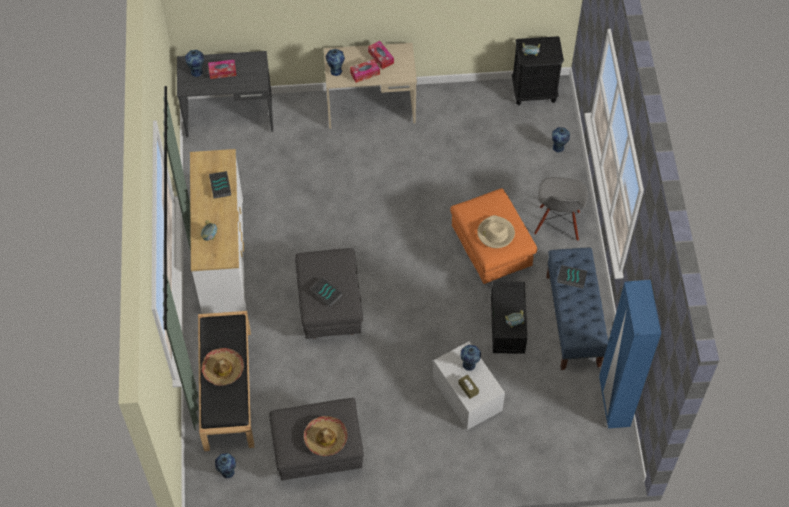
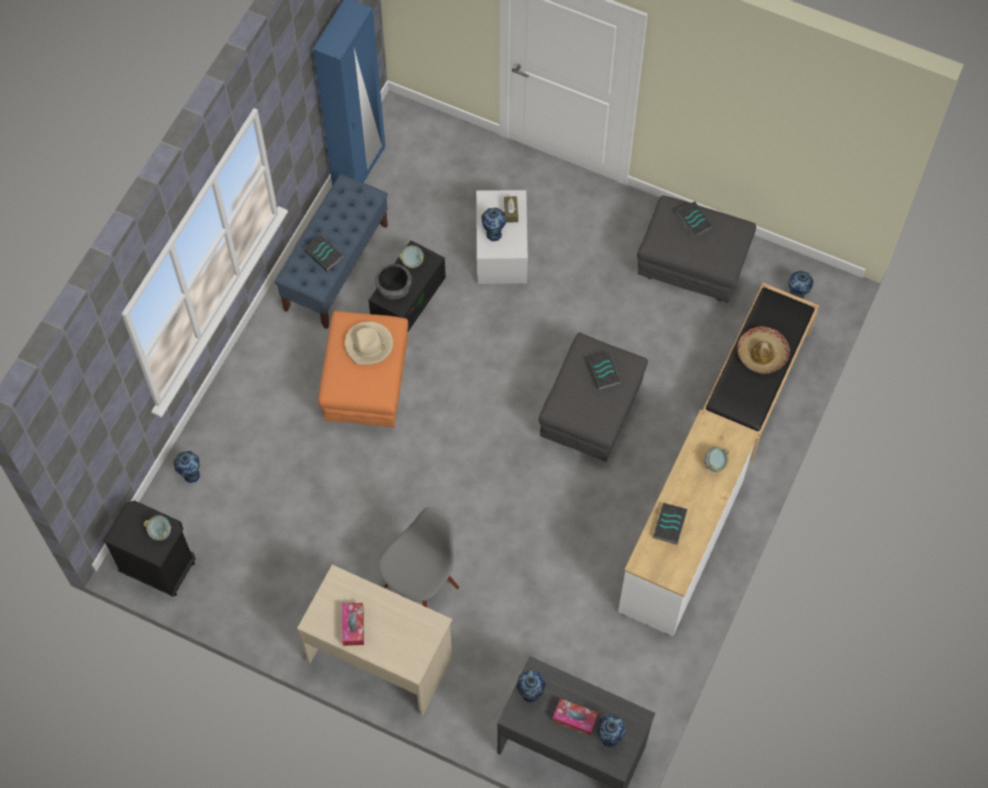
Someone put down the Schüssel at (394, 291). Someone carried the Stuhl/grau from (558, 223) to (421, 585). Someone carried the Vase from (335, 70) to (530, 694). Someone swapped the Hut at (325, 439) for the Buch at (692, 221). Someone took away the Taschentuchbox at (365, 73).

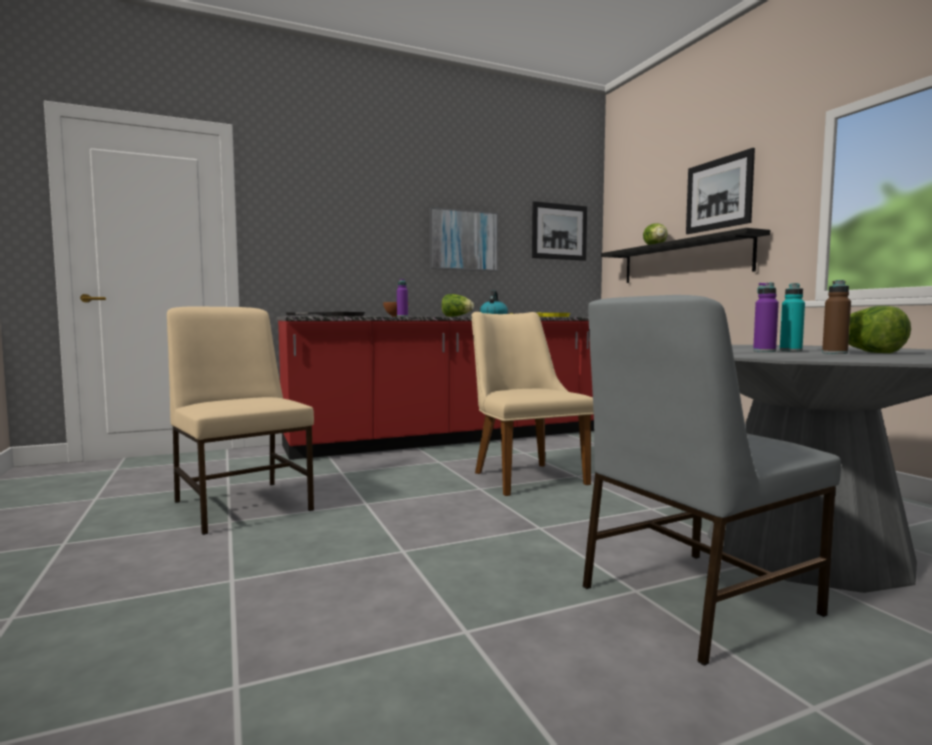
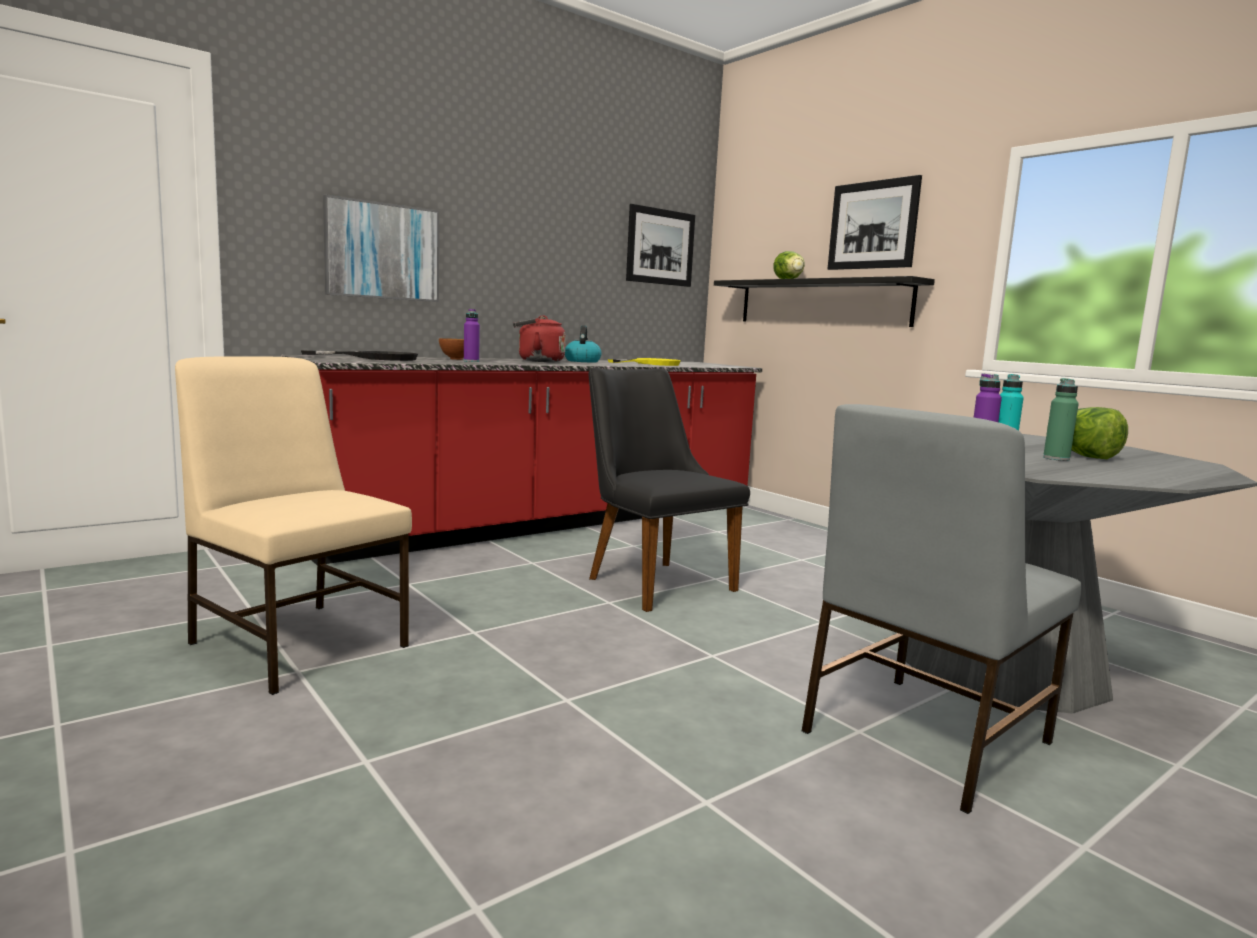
Someone carried the Bild from (463, 240) to (382, 251). Someone swapped the Salatkopf at (456, 316) for the Wasserkessel/rot at (537, 361). Someone repainted the Stuhl/beige at (523, 475), which became the Stuhl/schwarz at (651, 580). Someone repainted the Flasche/braun at (834, 353), which became the Flasche/grün at (1056, 458).

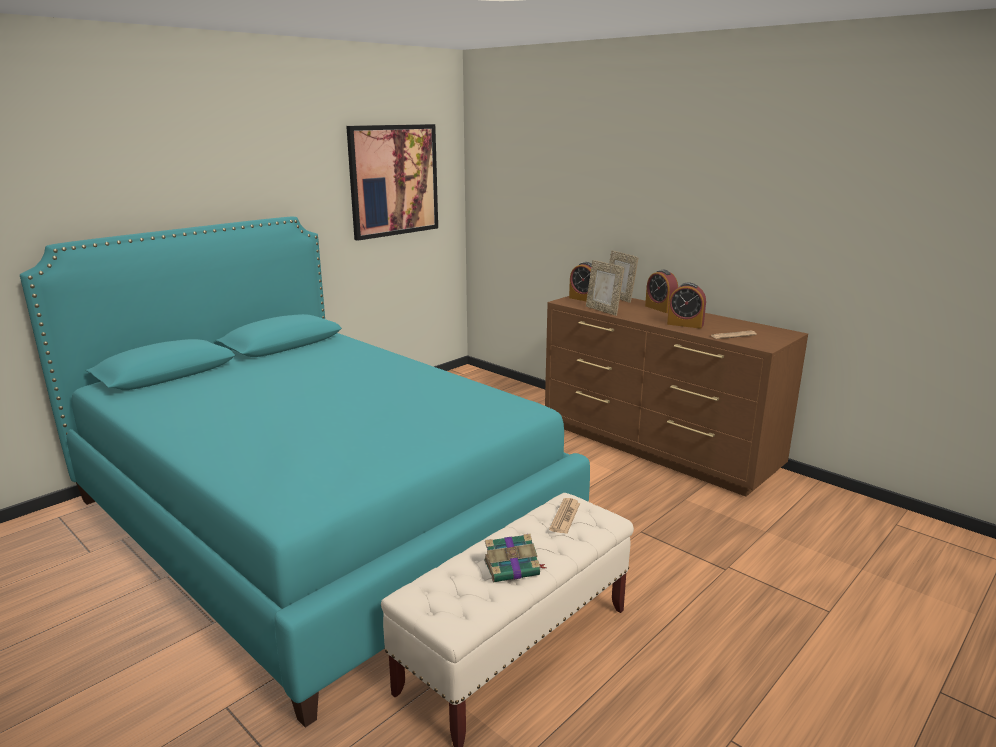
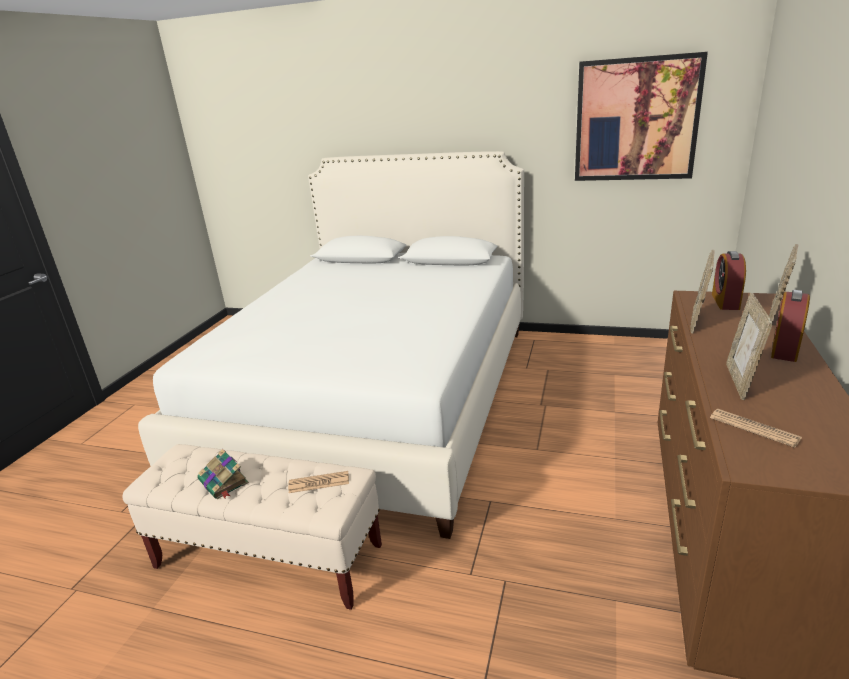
Someone repainted the Bett/türkis at (318, 518), which became the Bett/weiß at (377, 397). Someone swapped the Wecker at (685, 324) for the Bilderrahmen at (740, 381).

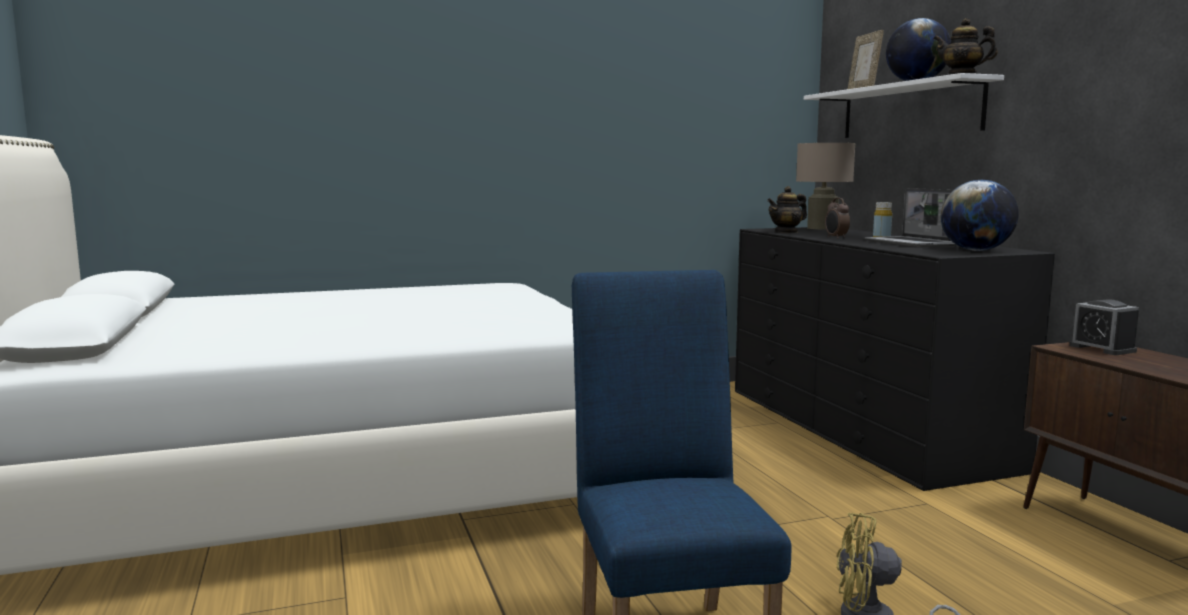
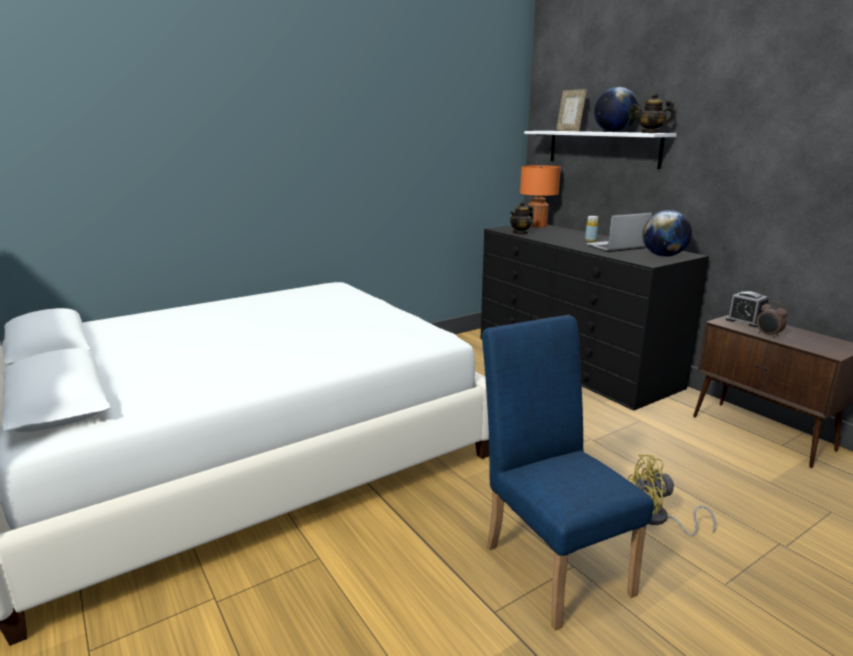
Someone repainted the Tischlampe/beige at (822, 228), which became the Tischlampe/orange at (537, 225). Someone rotated the Laptop at (912, 243) by 105 degrees clockwise. Someone carried the Wecker from (835, 237) to (768, 335).

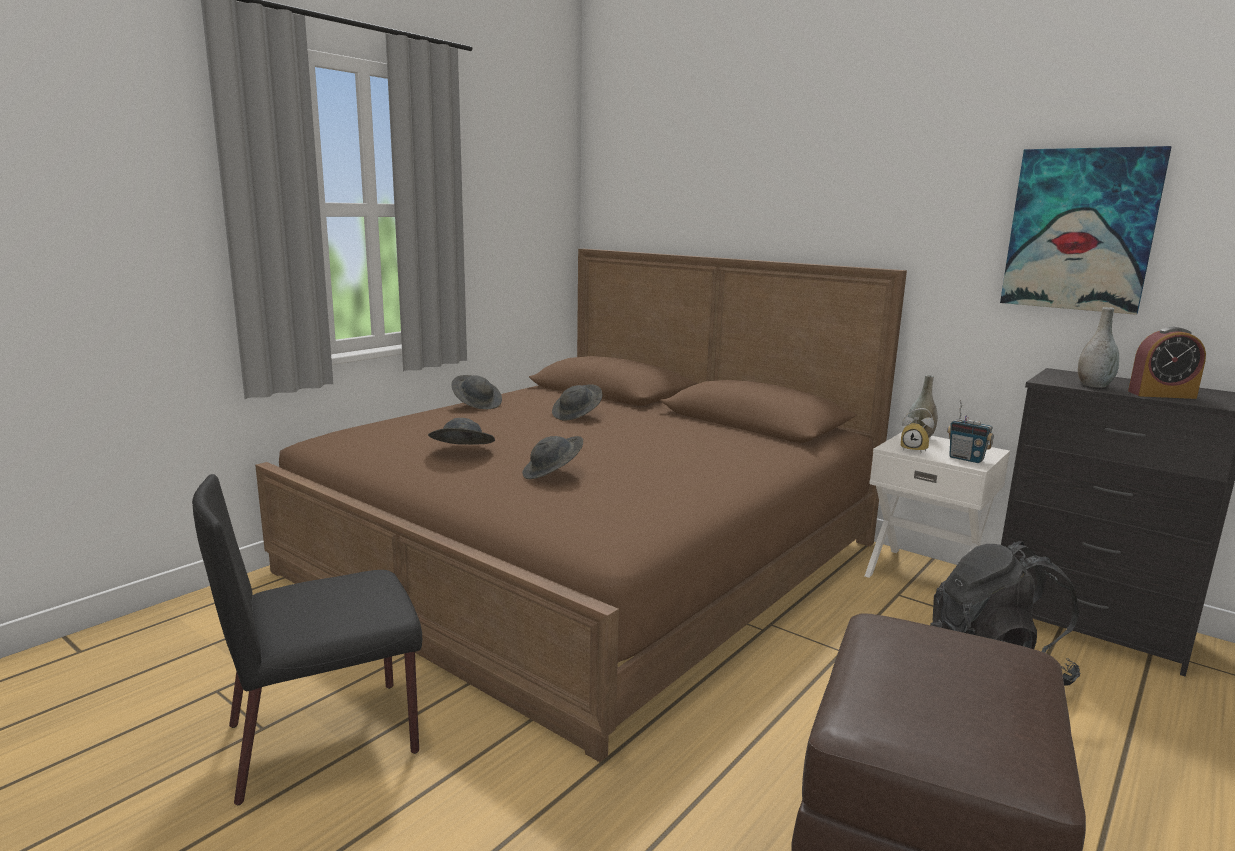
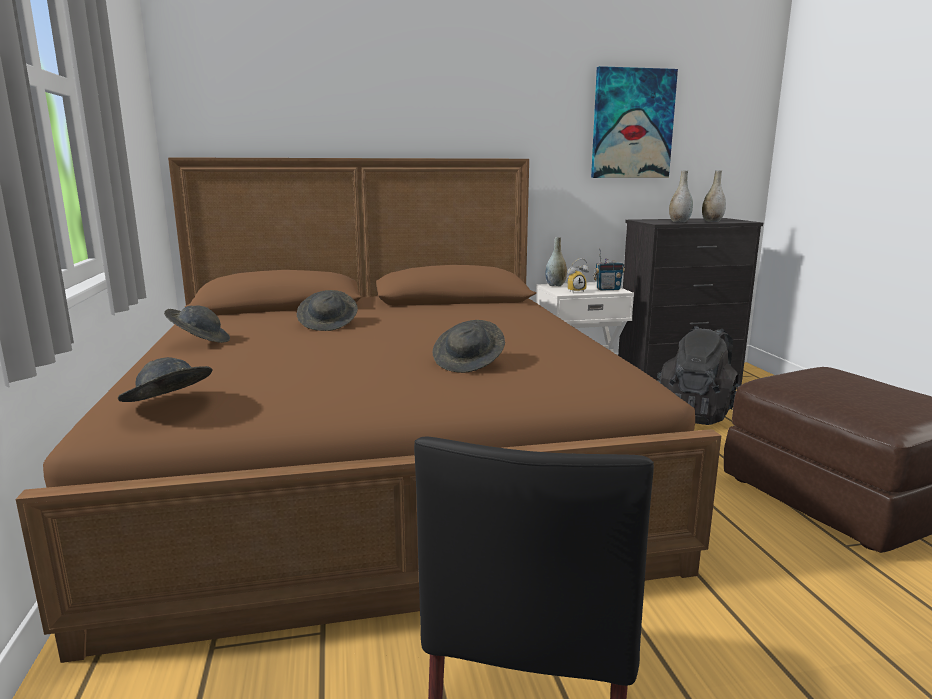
Someone carried the Hut/grau from (461, 452) to (169, 405). Someone swapped the Wecker at (1161, 394) for the Vase/grau at (712, 221).

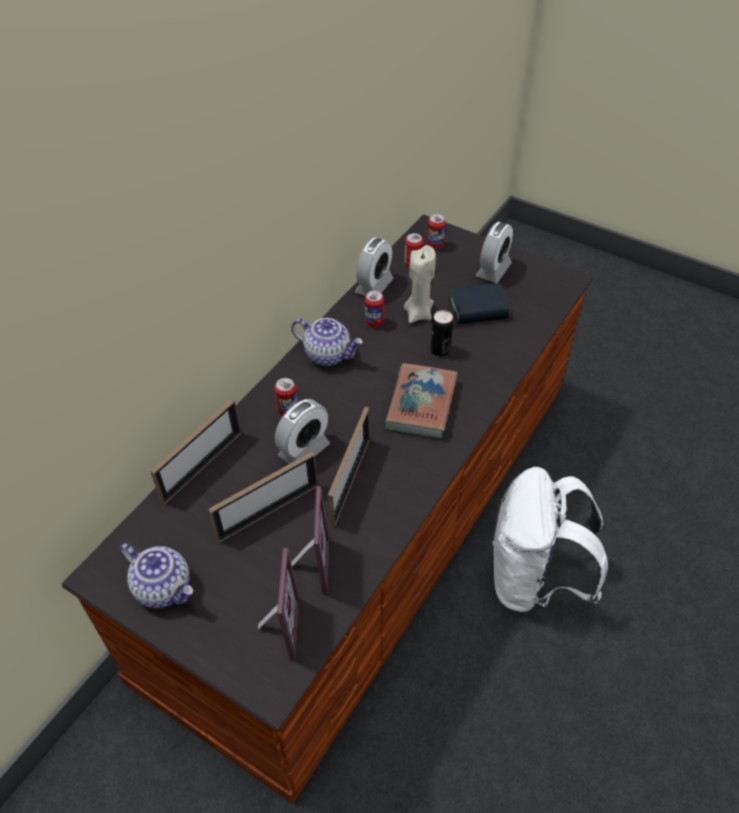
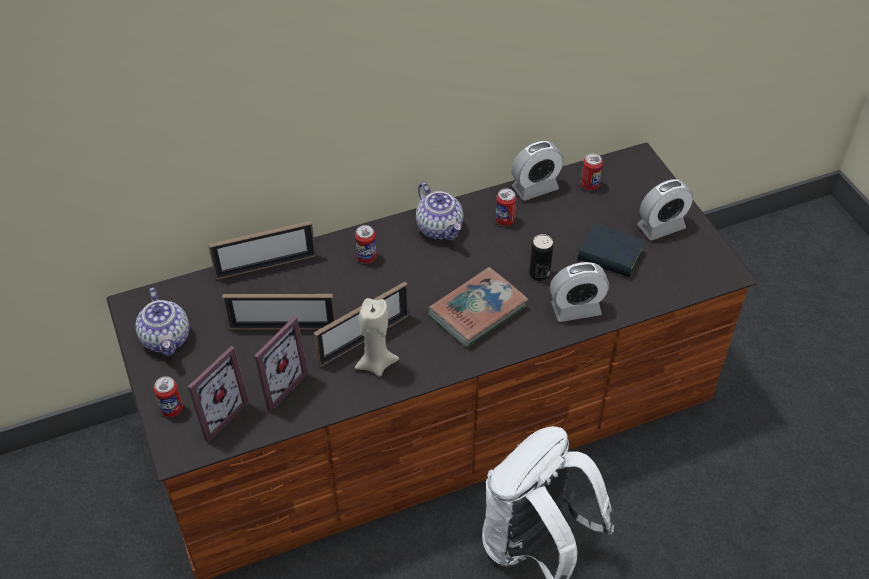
Someone carried the Dose from (435, 245) to (172, 409). Someone carried the Kerze/beige from (418, 314) to (376, 363). Someone carried the Wecker from (304, 450) to (576, 309).

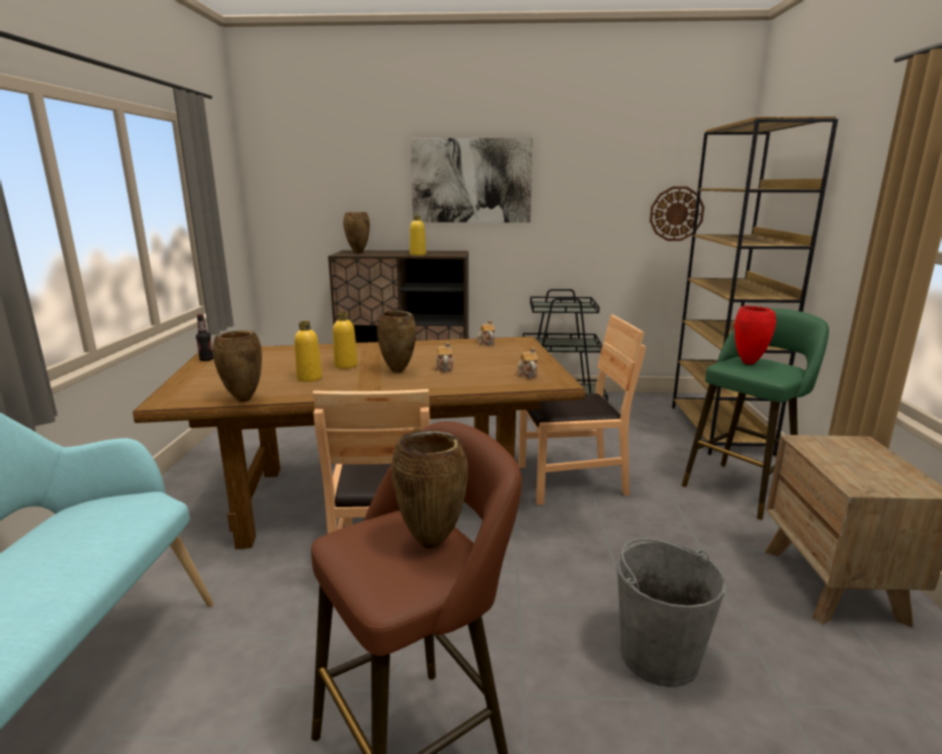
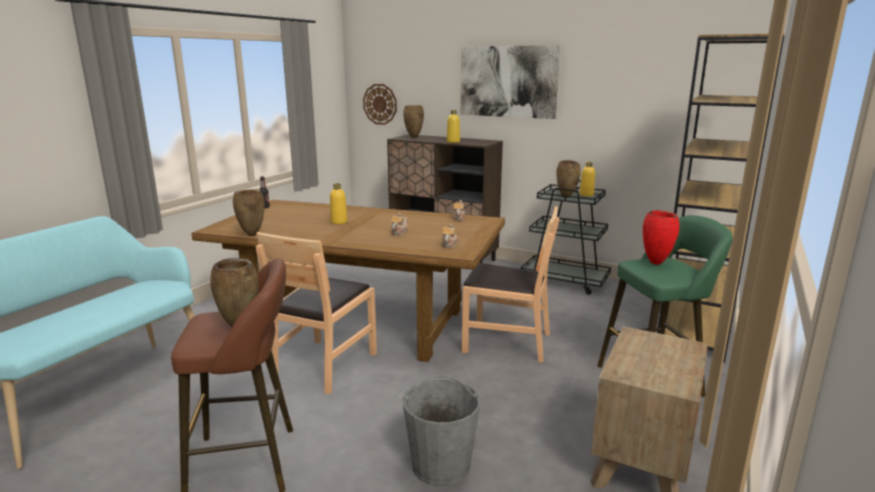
Someone carried the Wanduhr from (676, 214) to (380, 104). Someone carried the Vase/braun from (399, 371) to (567, 197). Someone carried the Flasche/gelb from (309, 378) to (586, 195).

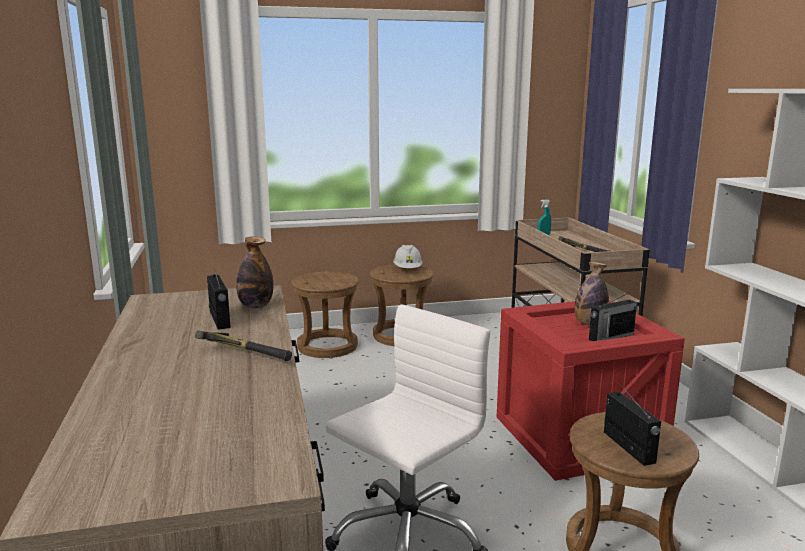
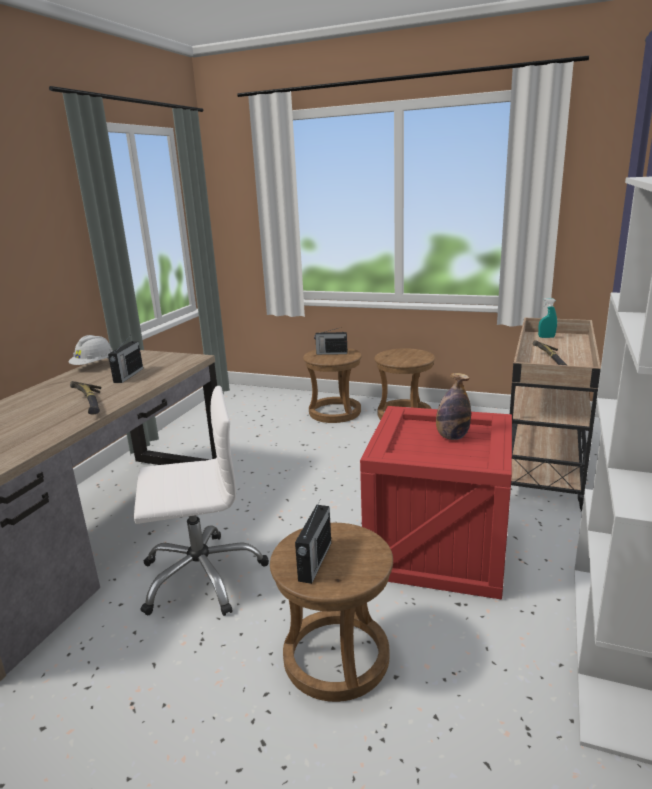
Someone carried the Schutzhelm/weiß from (408, 270) to (94, 366). Someone carried the Radio from (610, 337) to (331, 353). Someone took away the Flasche at (256, 306).

